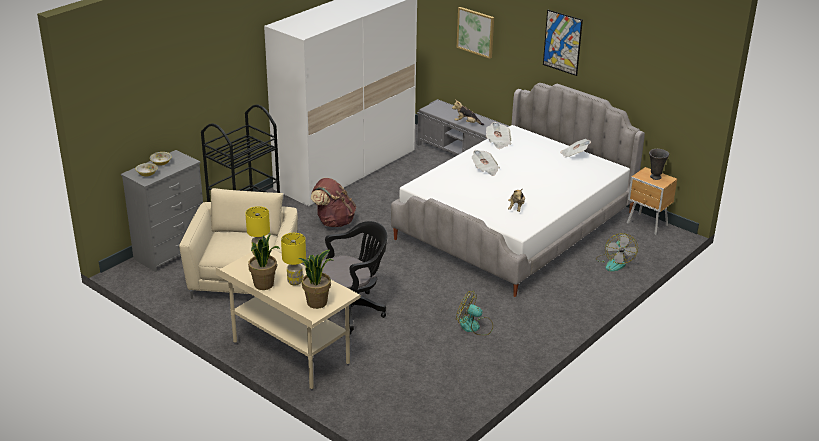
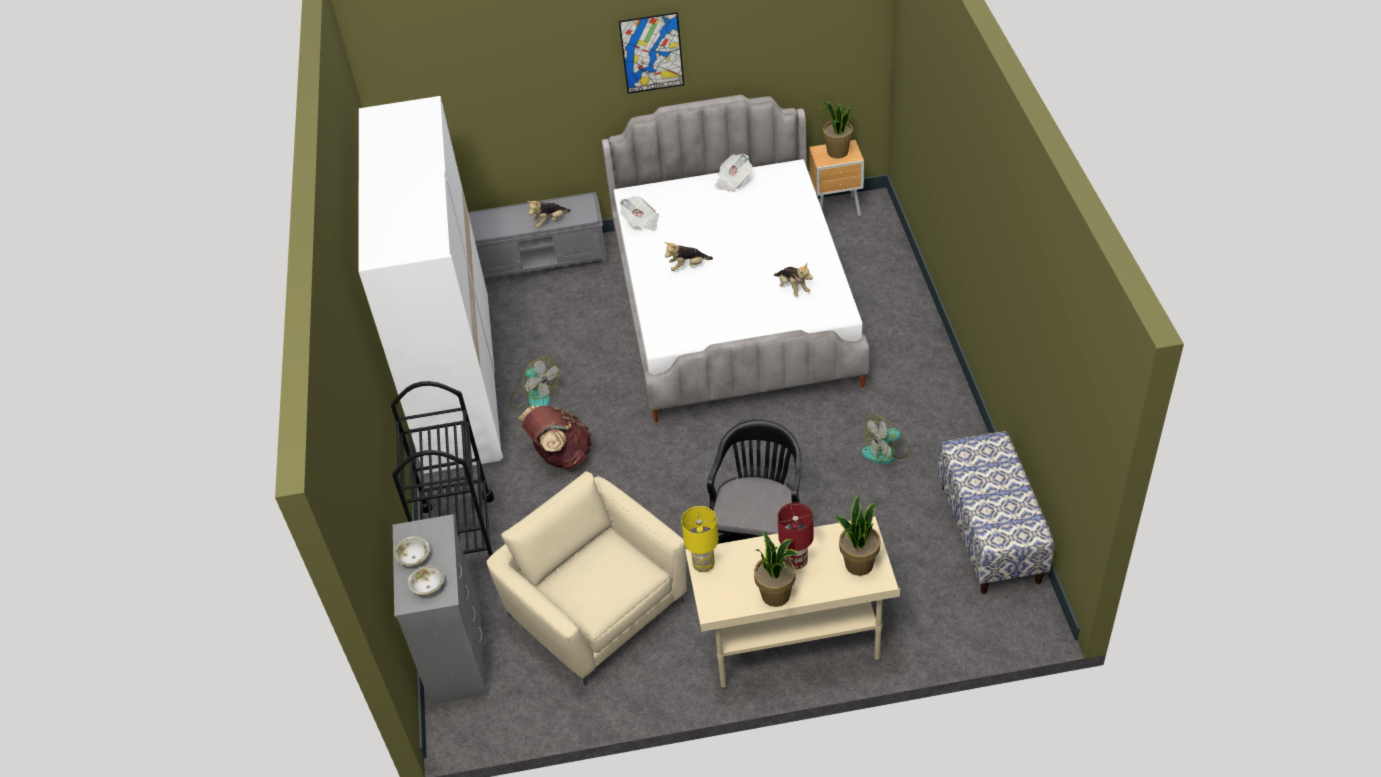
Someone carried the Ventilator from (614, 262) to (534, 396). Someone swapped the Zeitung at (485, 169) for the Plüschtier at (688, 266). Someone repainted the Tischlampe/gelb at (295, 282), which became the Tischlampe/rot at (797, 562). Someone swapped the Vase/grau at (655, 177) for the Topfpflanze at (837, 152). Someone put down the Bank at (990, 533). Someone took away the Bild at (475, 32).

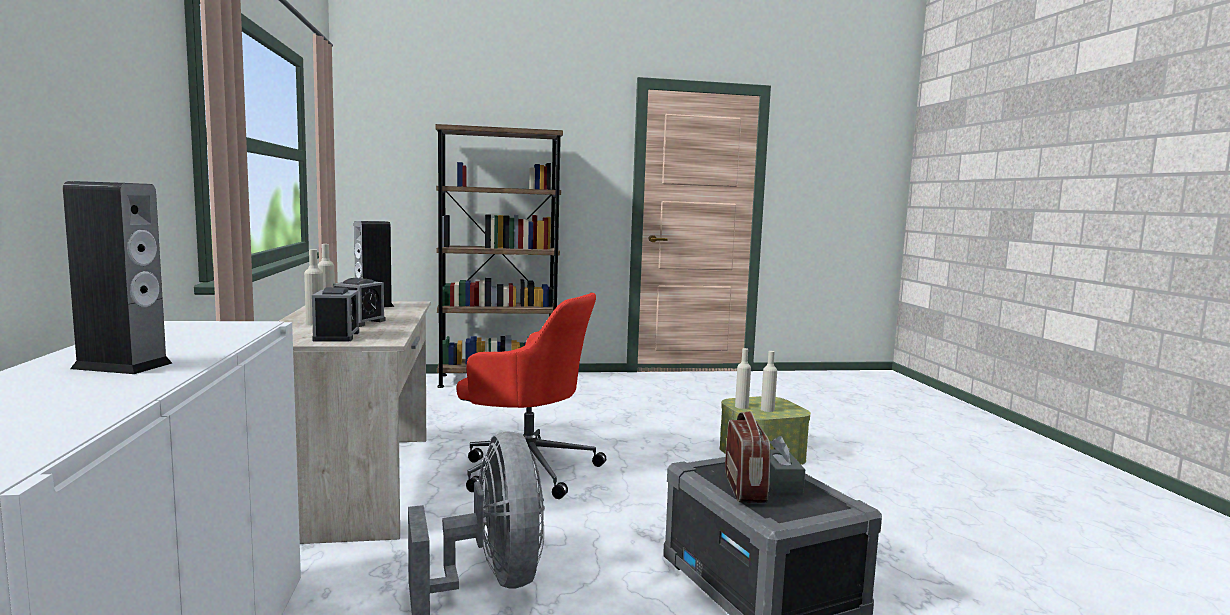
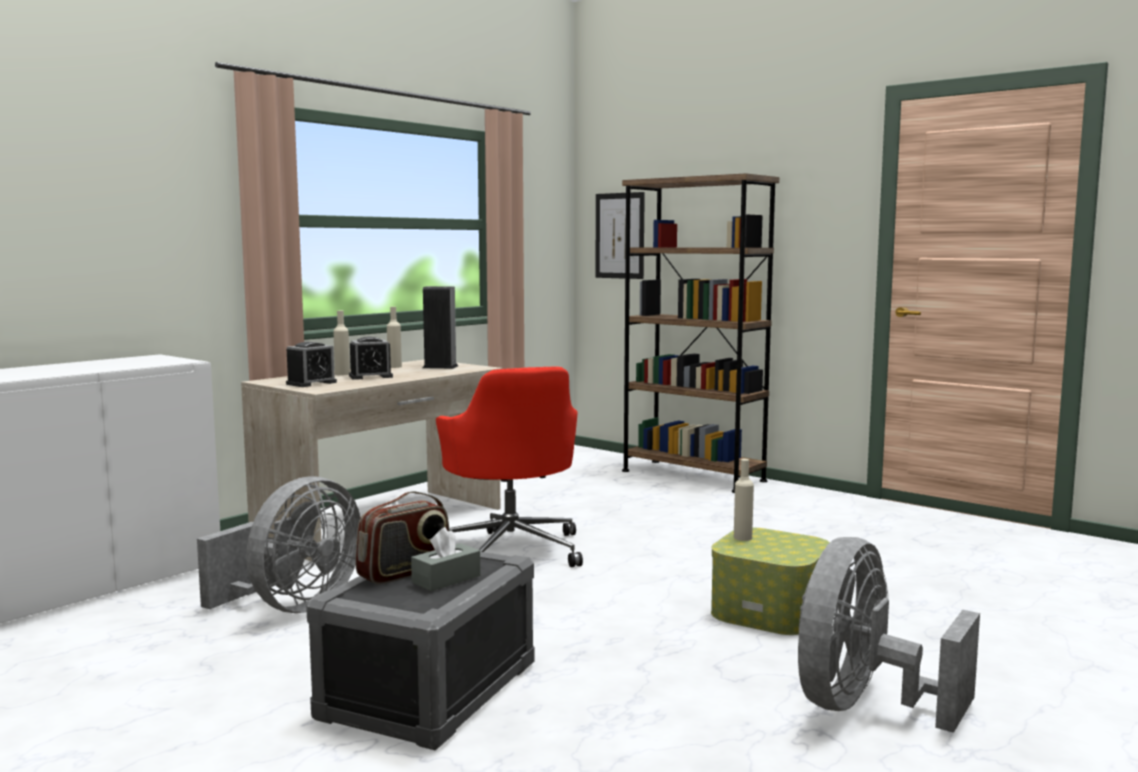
Someone put up the Bild at (619, 235). Someone put down the Ventilator/grau at (864, 706). Someone took away the Lautsprecher at (122, 366). Someone took away the Flasche/beige at (767, 409).

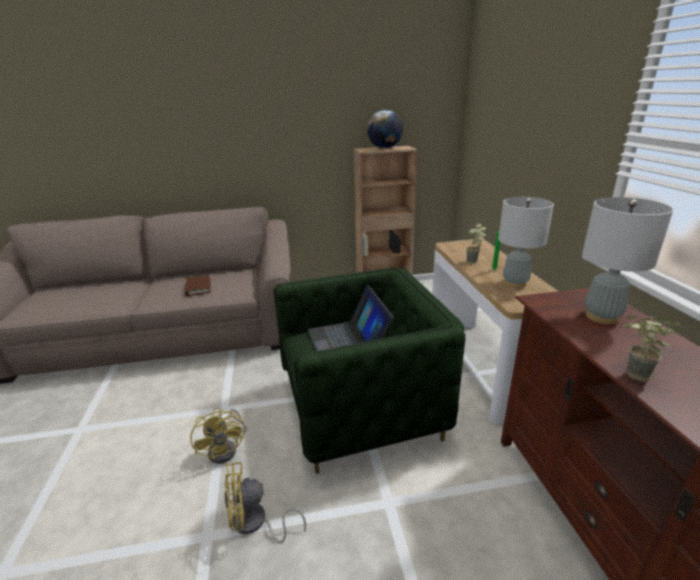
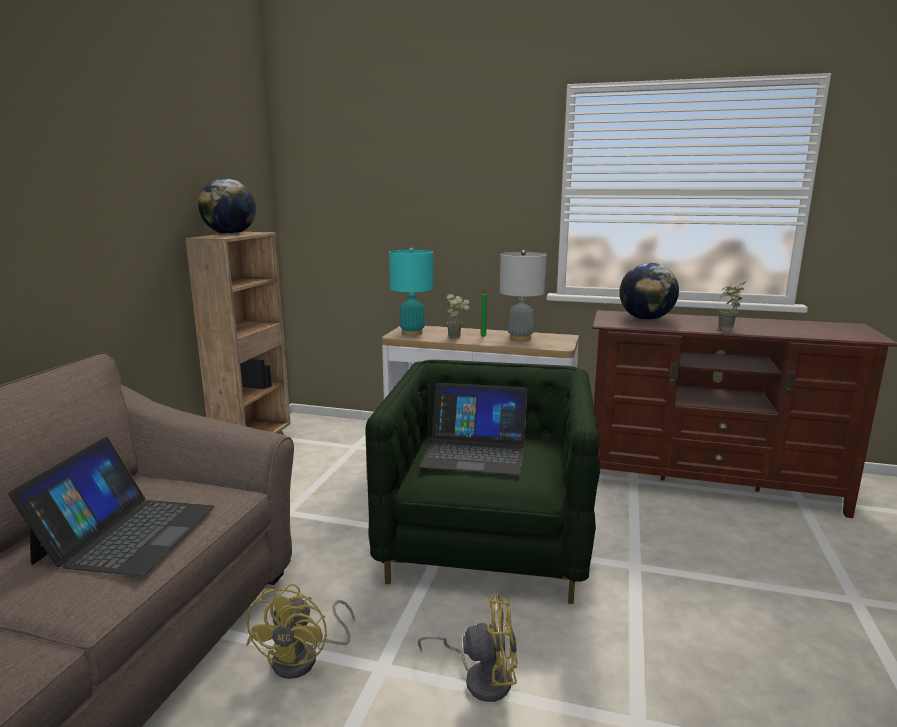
Someone swapped the Buch/braun at (198, 287) for the Laptop at (127, 533). Someone carried the Ventilator/gelb from (255, 524) to (304, 659). Someone put down the Tischlampe/türkis at (412, 333). Someone swapped the Tischlampe/grau at (602, 317) for the Globus at (646, 319).

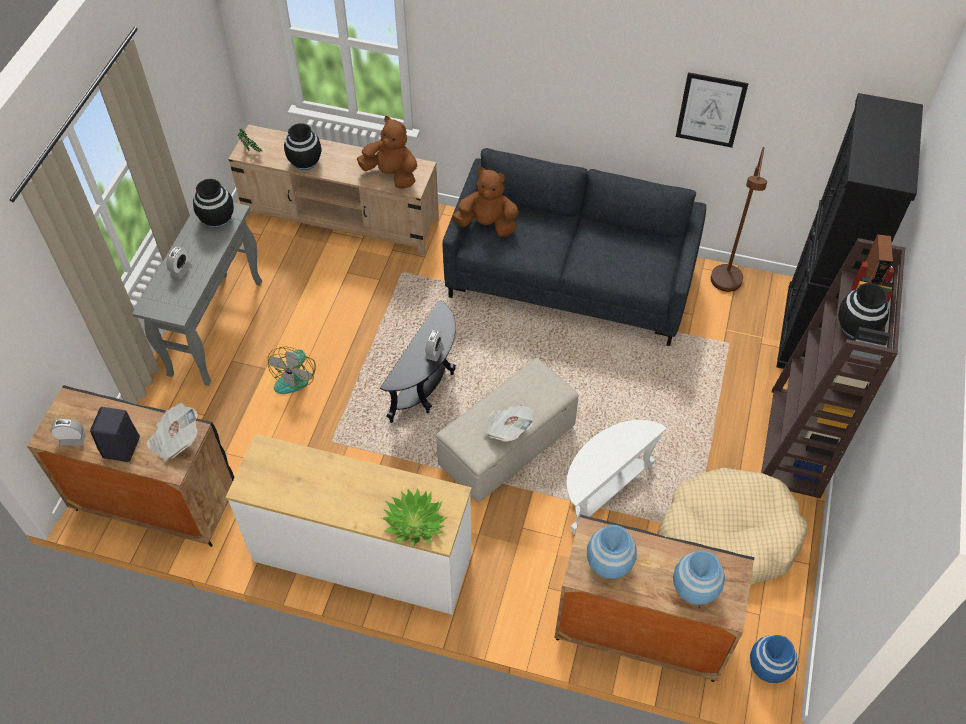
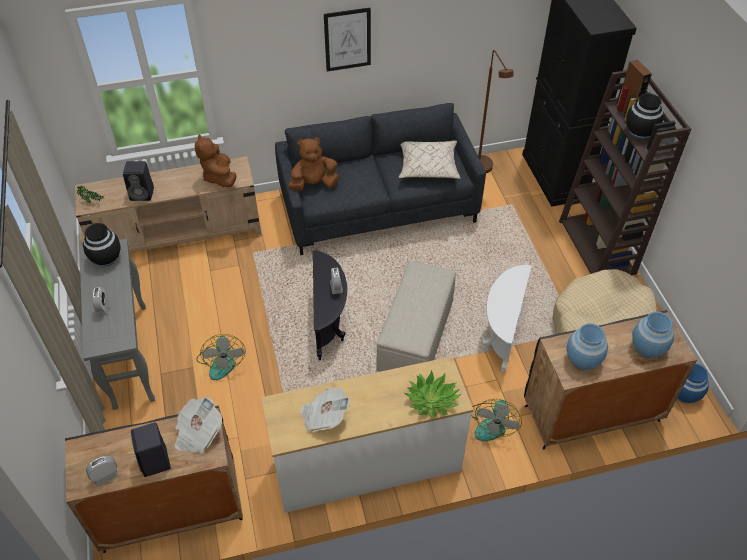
Someone swapped the Vase/schwarz at (305, 162) for the Lautsprecher/schwarz at (143, 194). Someone rotated the Plüschtier/braun at (391, 174) by 105 degrees counterclockwise. Someone carried the Zeitung from (508, 429) to (324, 416). Someone carried the Bild from (710, 110) to (347, 39). Someone put down the Kissen/beige at (428, 167). Someone put down the Ventilator at (492, 423).

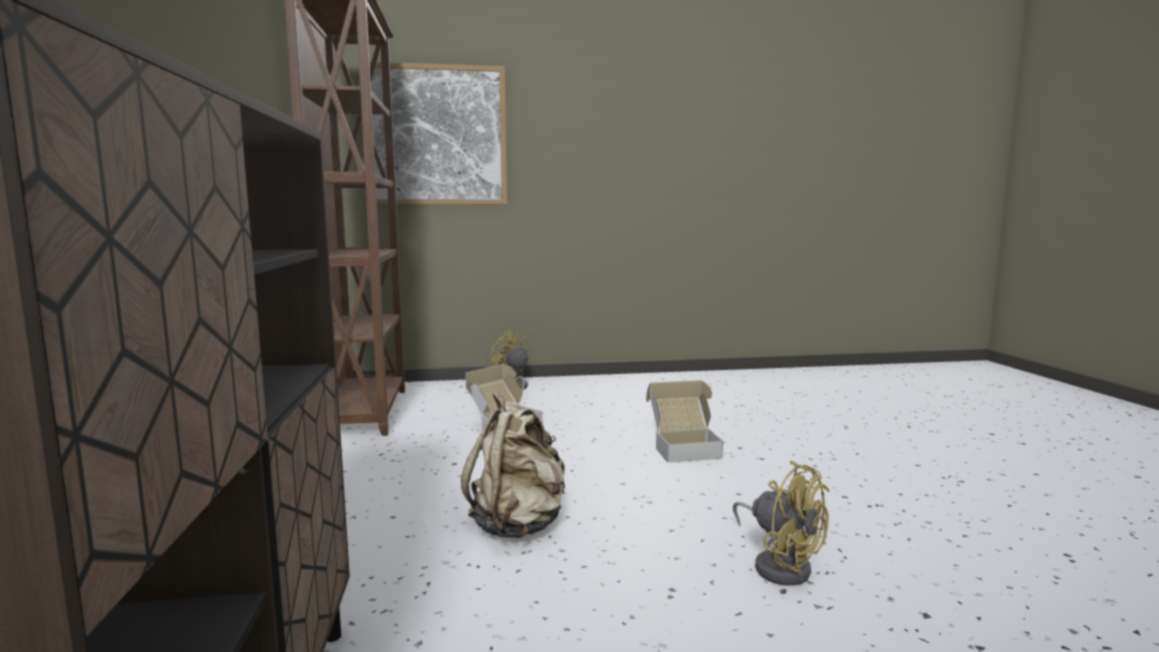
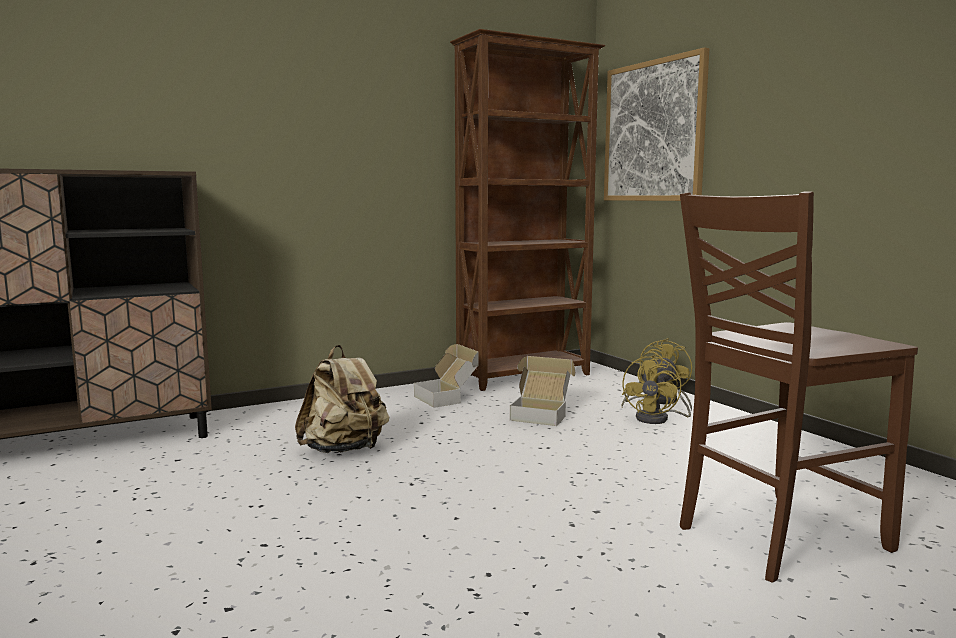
Someone carried the Karton from (683, 448) to (447, 398). Someone carried the Ventilator/gelb from (779, 565) to (658, 419). Someone put down the Stuhl/braun at (776, 537).

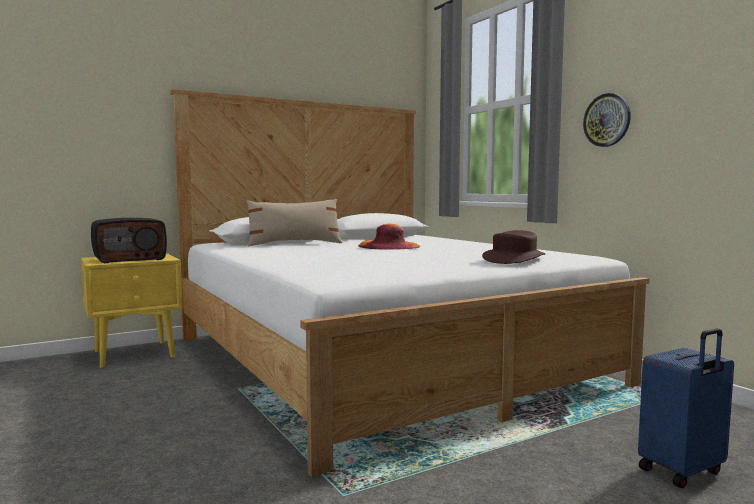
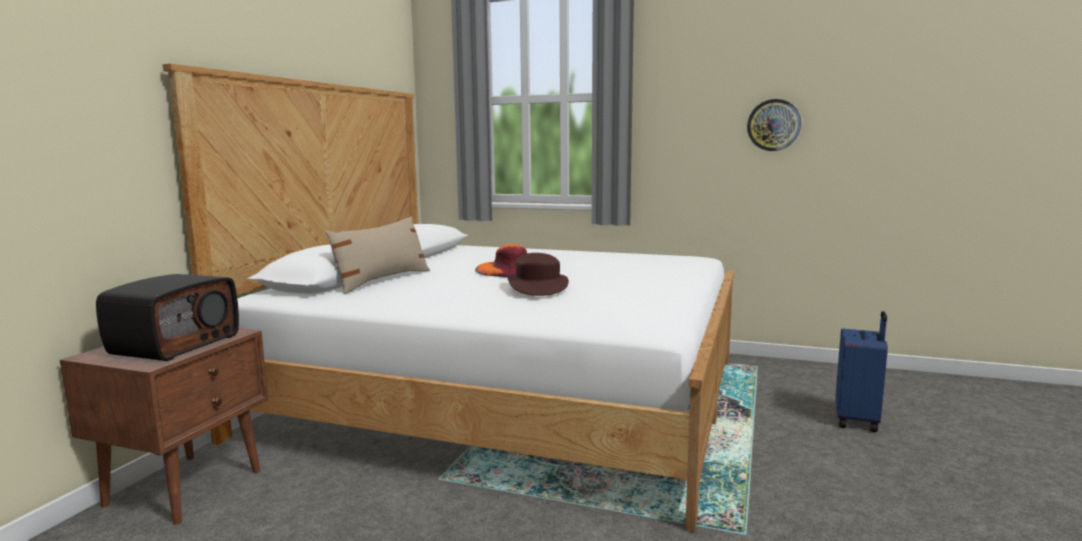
Someone repainted the Nachttisch/gelb at (136, 354), which became the Nachttisch/braun at (187, 486). Someone carried the Hut/braun from (514, 259) to (537, 286). Someone carried the Wanduhr from (607, 120) to (773, 125).

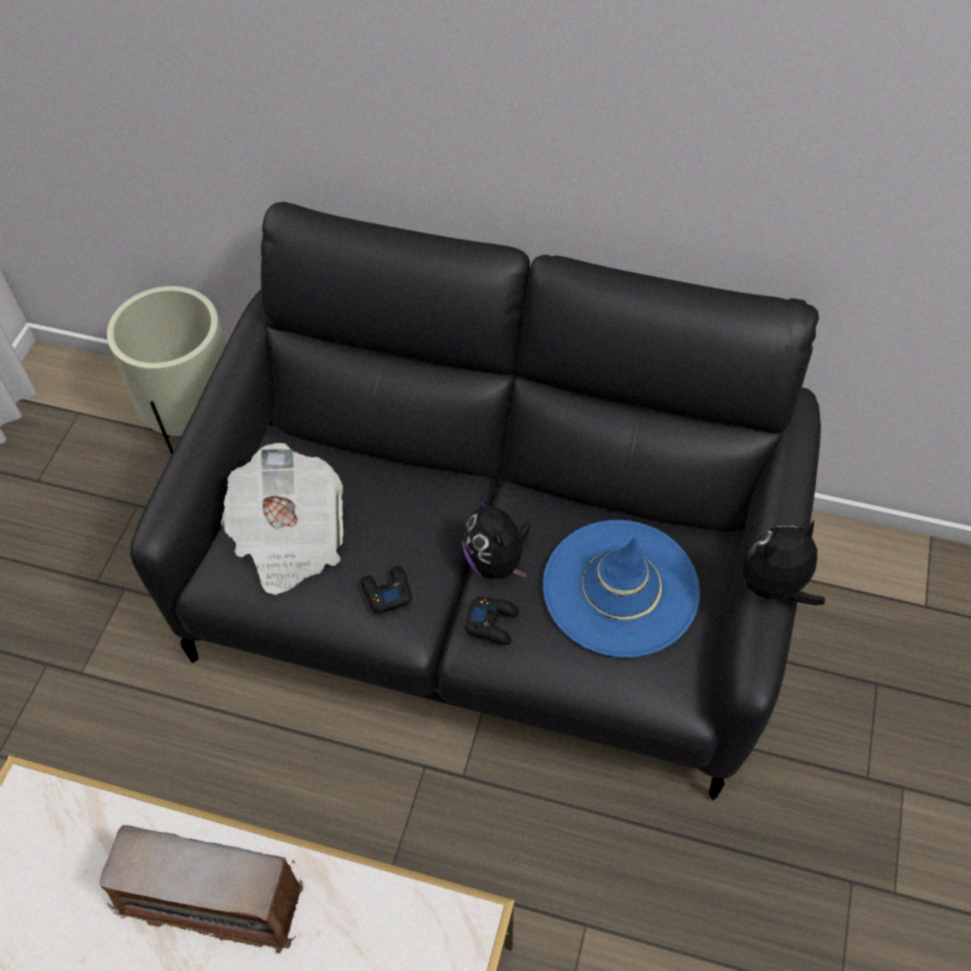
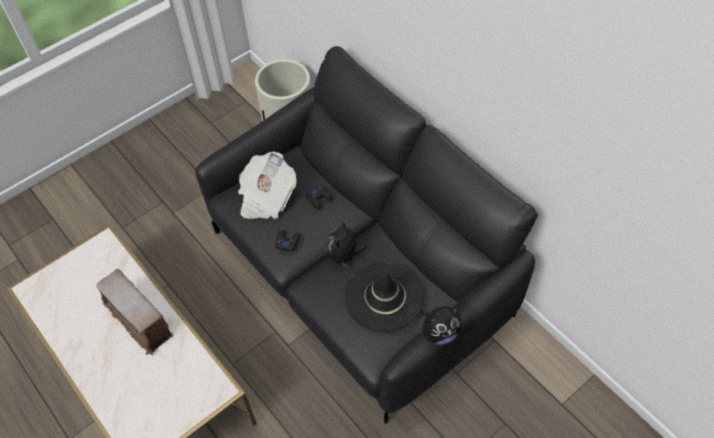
Someone carried the Gamepad/schwarz from (492, 623) to (319, 199). Someone repainted the Hut/blau at (620, 588), which became the Hut/schwarz at (384, 297). Someone rotated the Plüschtier at (775, 588) by 150 degrees clockwise.

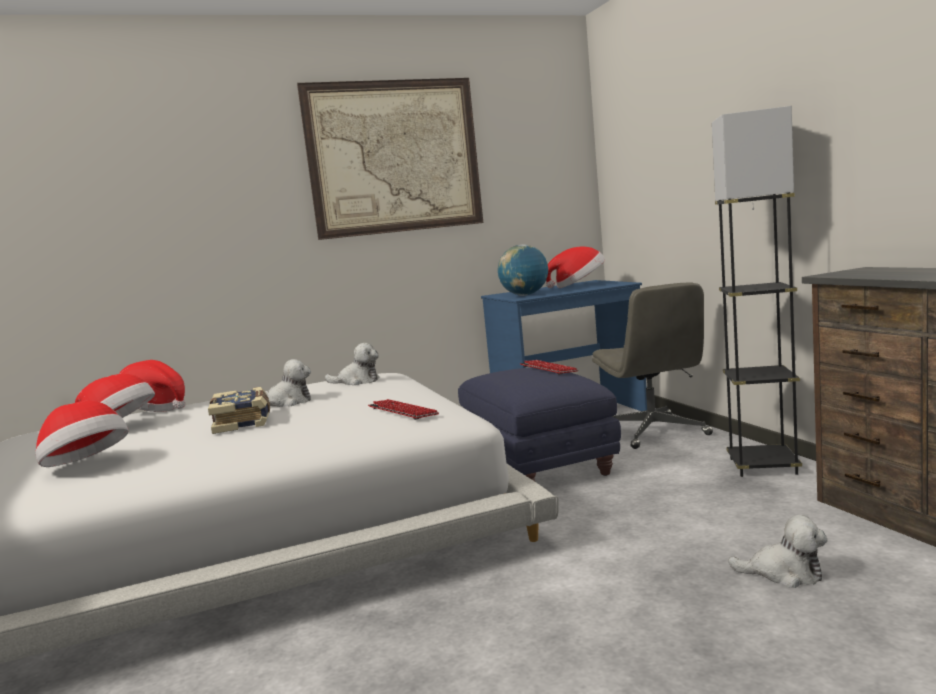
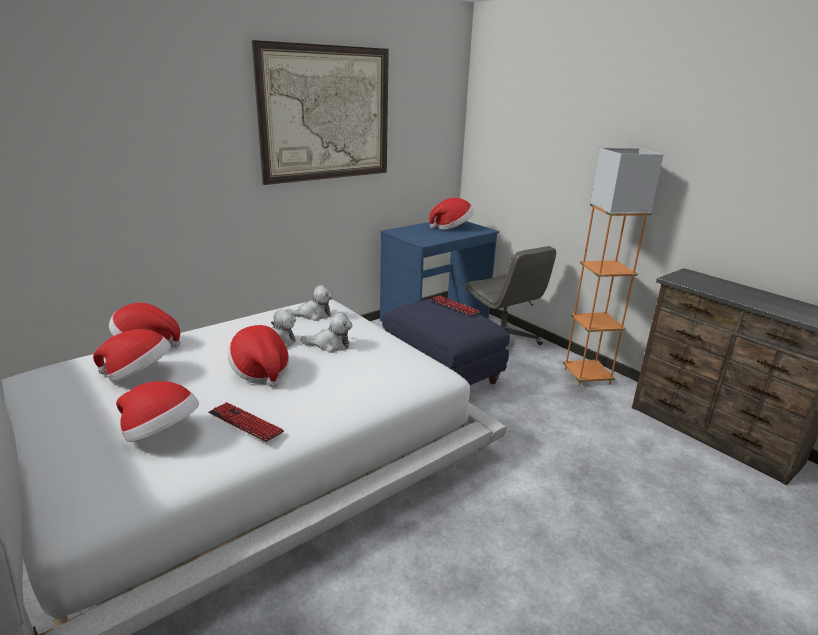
Someone carried the Tastatur from (402, 411) to (245, 423). Someone swapped the Buch at (243, 422) for the Hut at (261, 372). Someone carried the Plüschtier from (784, 573) to (330, 345). Someone repainted the Stehlampe/grau at (762, 466), which became the Stehlampe/orange at (587, 376). Someone took away the Globus at (525, 295).

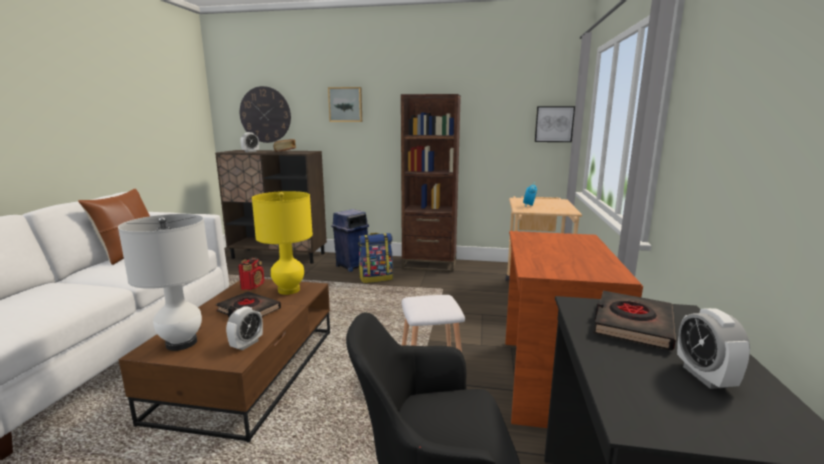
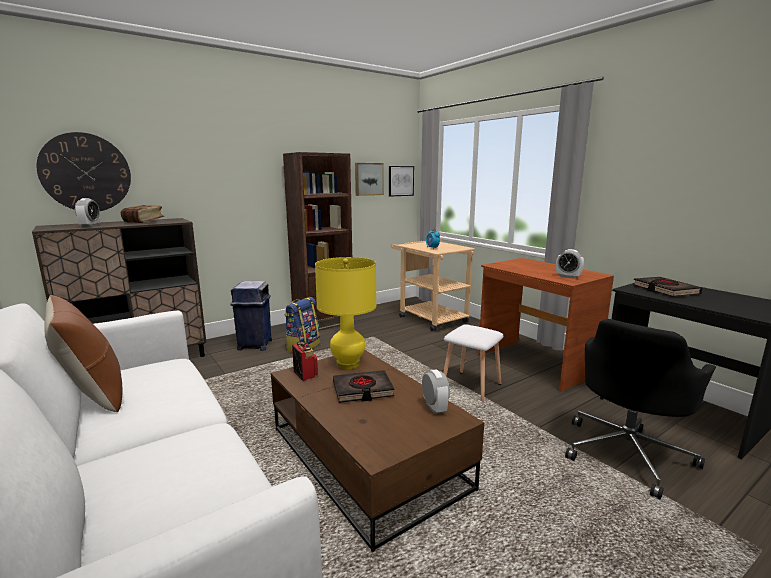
Someone carried the Bild from (345, 104) to (368, 179). Someone carried the Wecker from (704, 376) to (568, 276). Someone took away the Tischlampe/weiß at (181, 343).

